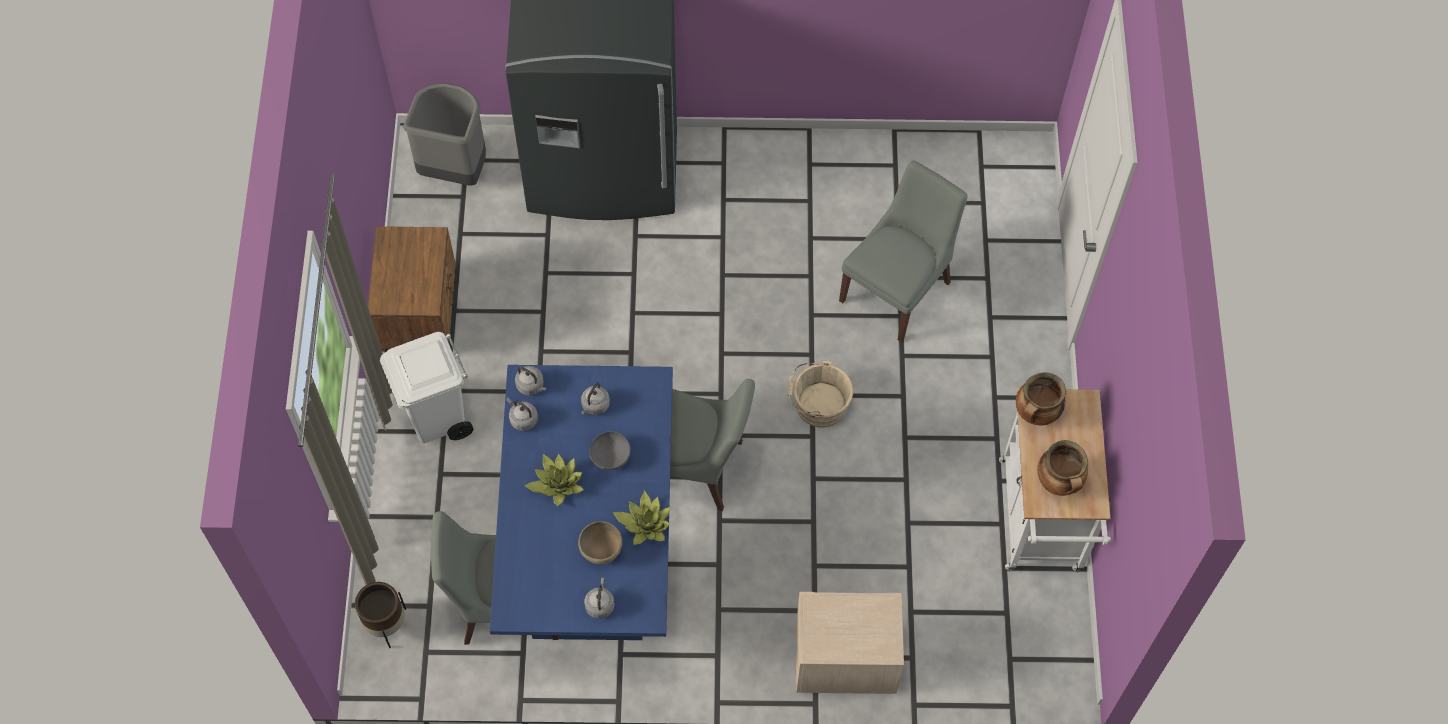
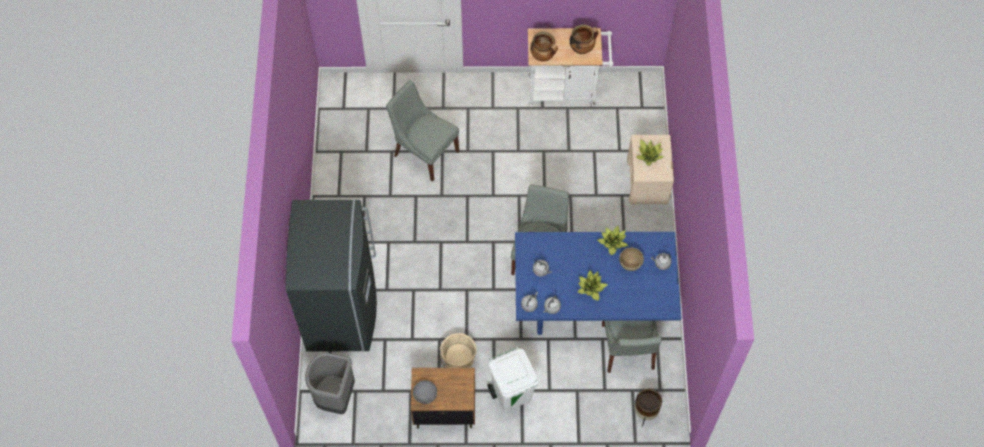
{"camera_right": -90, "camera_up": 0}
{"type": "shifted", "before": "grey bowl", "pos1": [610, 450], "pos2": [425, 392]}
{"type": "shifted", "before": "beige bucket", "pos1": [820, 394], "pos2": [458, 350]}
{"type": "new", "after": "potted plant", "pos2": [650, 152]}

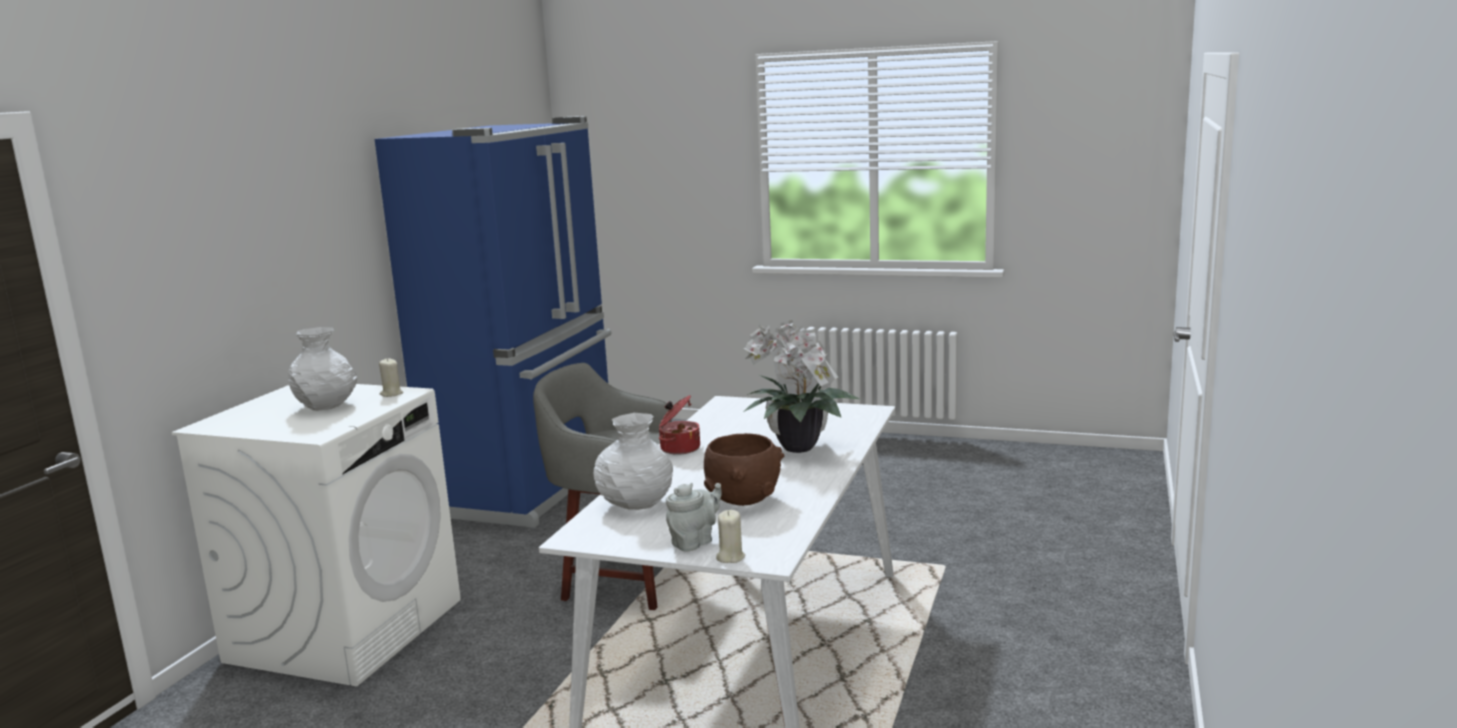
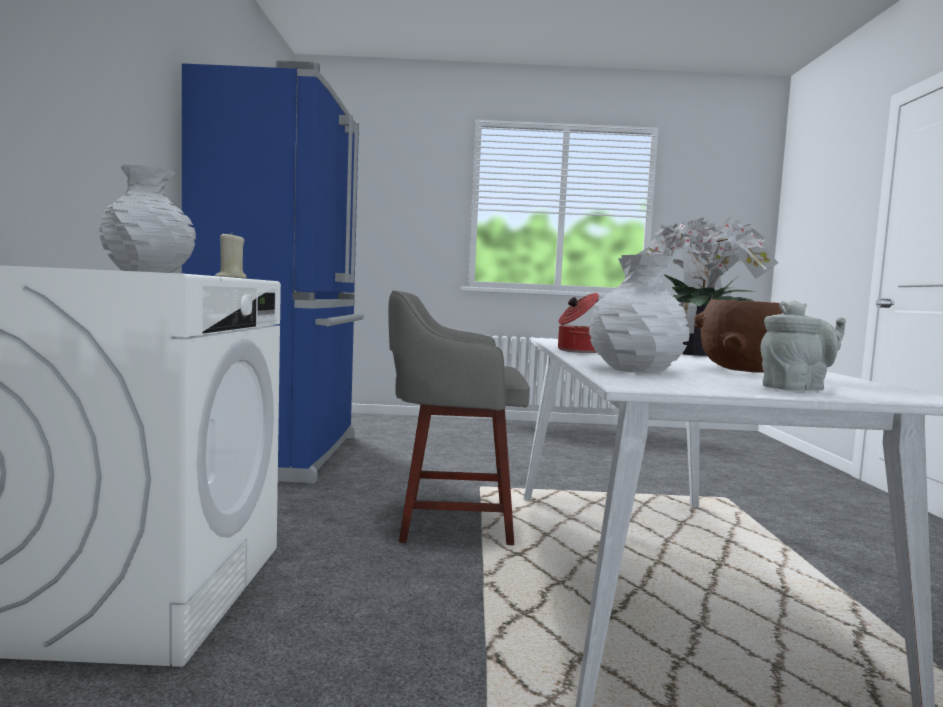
{"camera_right": -20, "camera_up": -10}
{"type": "rotated", "before": "grey teapot", "pos1": [694, 517], "pos2": [803, 345], "turn": 45}
{"type": "gone", "before": "beige candle", "pos1": [730, 536]}

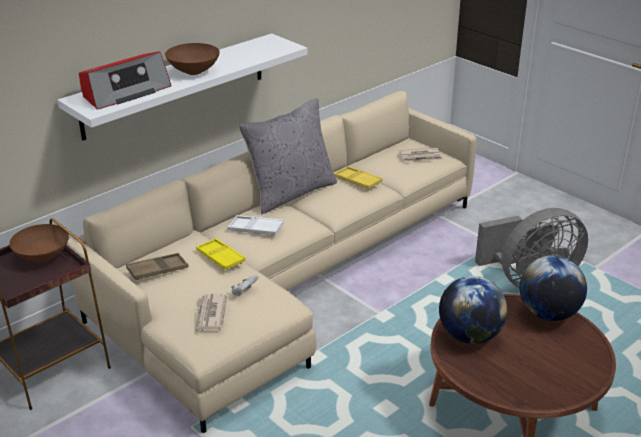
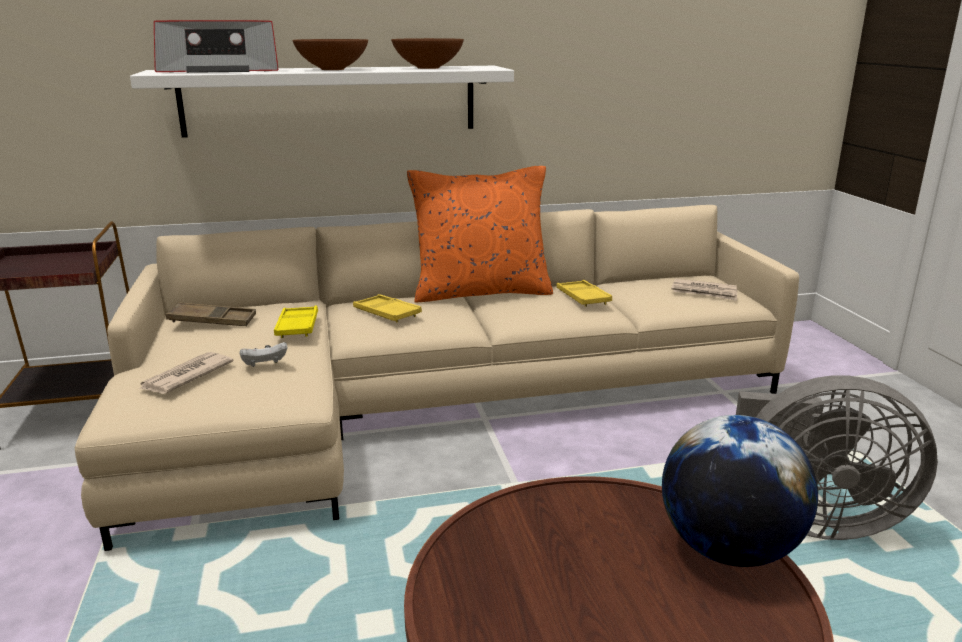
{"camera_right": 30, "camera_up": -10}
{"type": "repainted", "before": "white tray", "after": "yellow tray", "pos1": [255, 225], "pos2": [387, 308]}
{"type": "shifted", "before": "brown bowl", "pos1": [39, 243], "pos2": [427, 53]}
{"type": "repainted", "before": "grey pillow", "after": "orange pillow", "pos1": [288, 156], "pos2": [480, 234]}
{"type": "gone", "before": "globe", "pos1": [473, 310]}

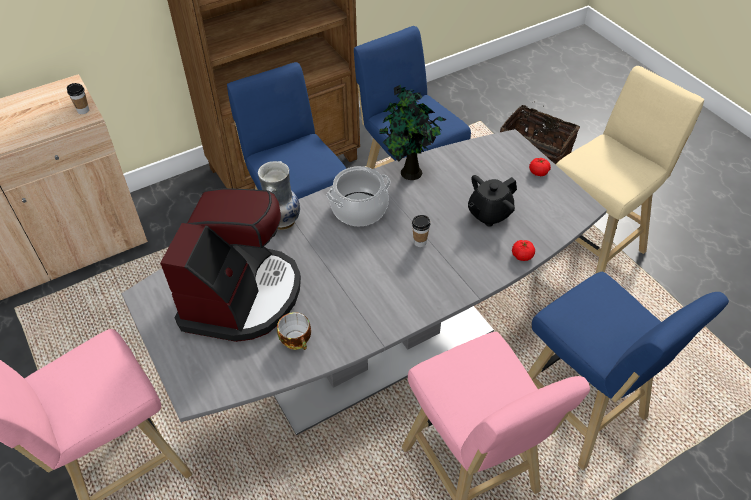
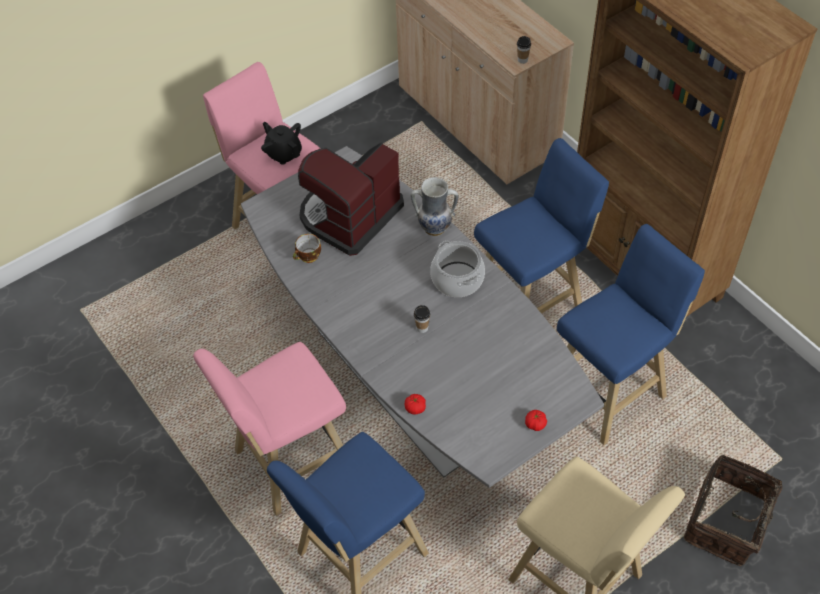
{"camera_right": 85, "camera_up": 5}
{"type": "shifted", "before": "black teapot", "pos1": [492, 201], "pos2": [281, 143]}
{"type": "rotated", "before": "coffee machine", "pos1": [230, 265], "pos2": [351, 199], "turn": 120}
{"type": "gone", "before": "potted plant", "pos1": [413, 132]}

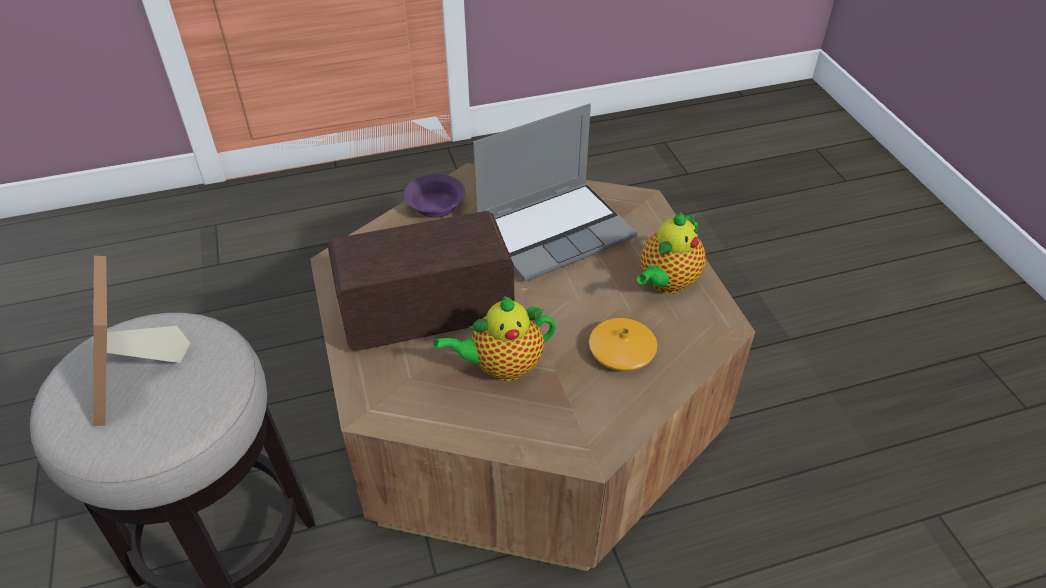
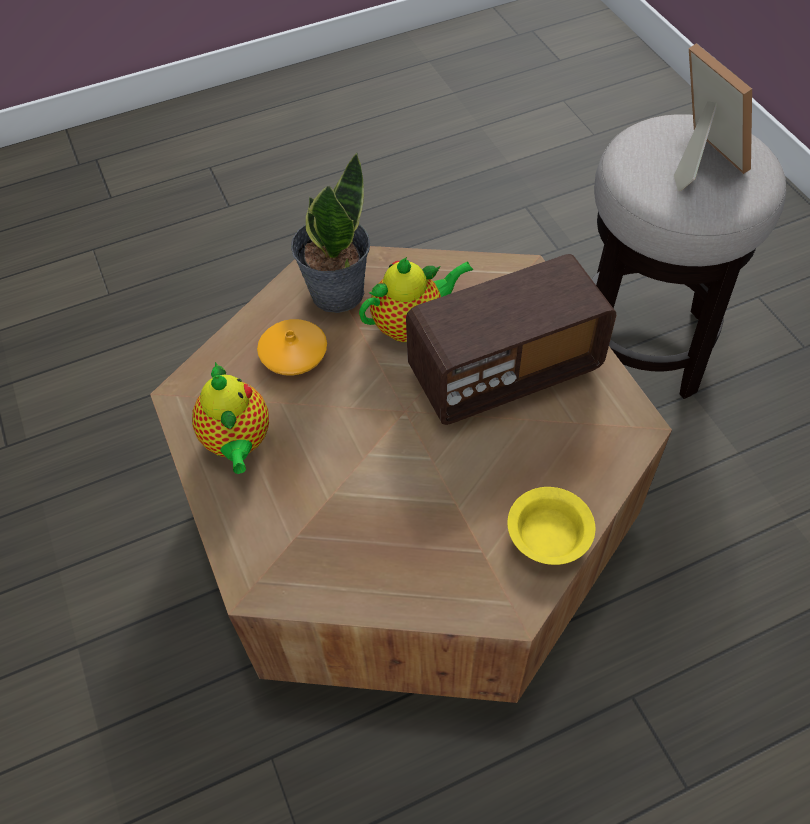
{"camera_right": 175, "camera_up": 10}
{"type": "rotated", "before": "teapot", "pos1": [671, 253], "pos2": [230, 418], "turn": 135}
{"type": "new", "after": "potted plant", "pos2": [330, 233]}
{"type": "repainted", "before": "purple bowl", "after": "yellow bowl", "pos1": [434, 196], "pos2": [551, 526]}
{"type": "gone", "before": "laptop", "pos1": [555, 193]}

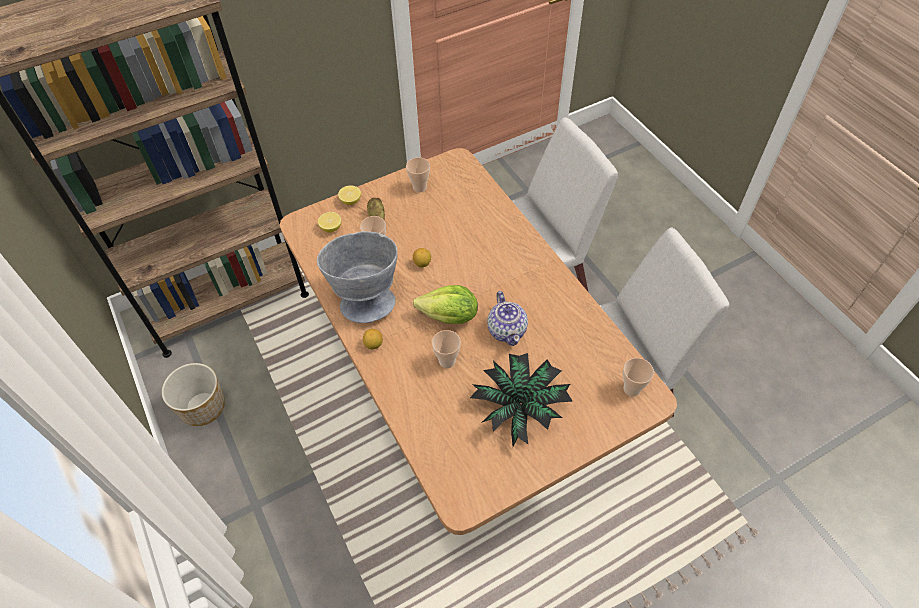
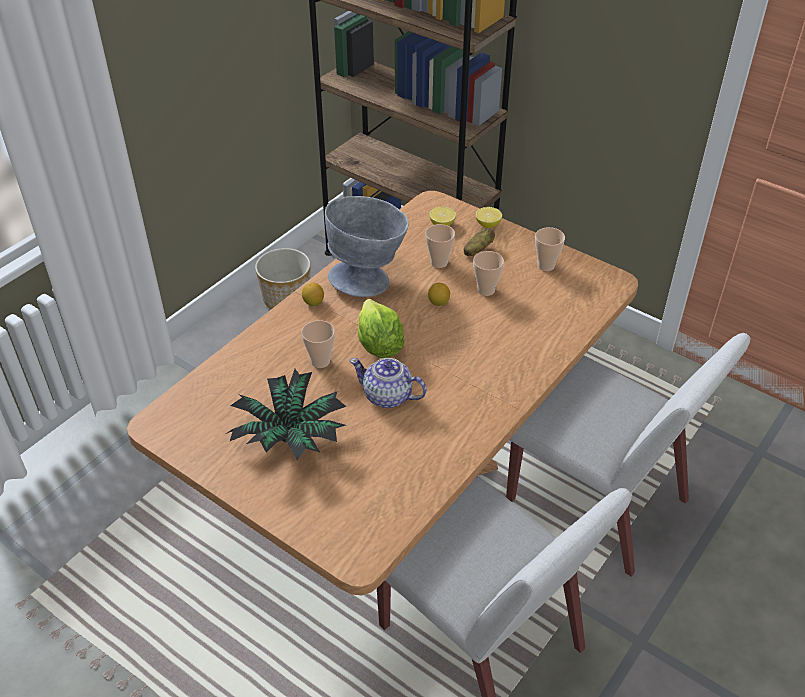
{"camera_right": 65, "camera_up": -10}
{"type": "rotated", "before": "teapot", "pos1": [507, 318], "pos2": [388, 383], "turn": 60}
{"type": "shifted", "before": "cup", "pos1": [638, 377], "pos2": [488, 273]}

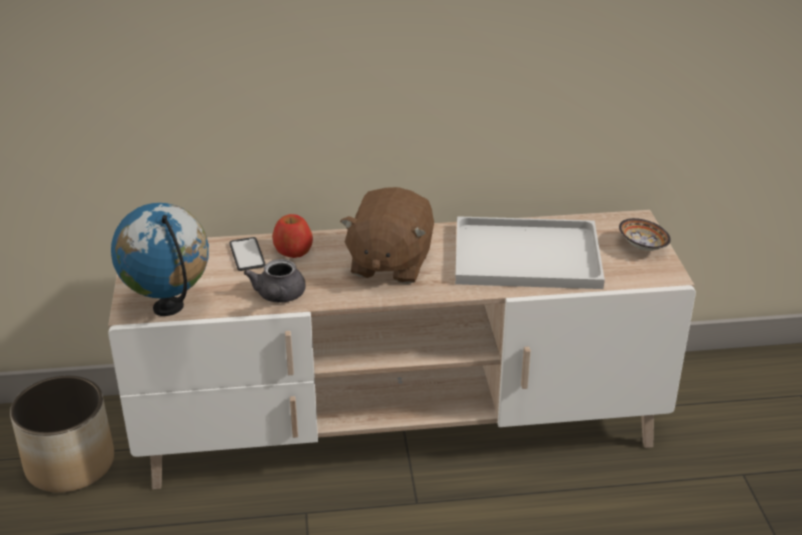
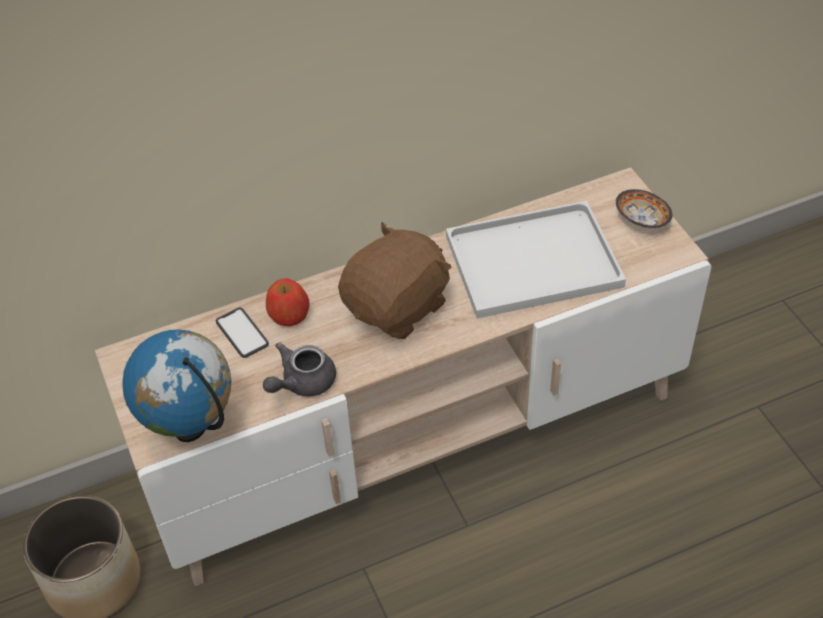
{"camera_right": -15, "camera_up": 15}
{"type": "rotated", "before": "grey teapot", "pos1": [275, 281], "pos2": [299, 369], "turn": 60}
{"type": "rotated", "before": "brown plush toy", "pos1": [387, 235], "pos2": [395, 280], "turn": -135}

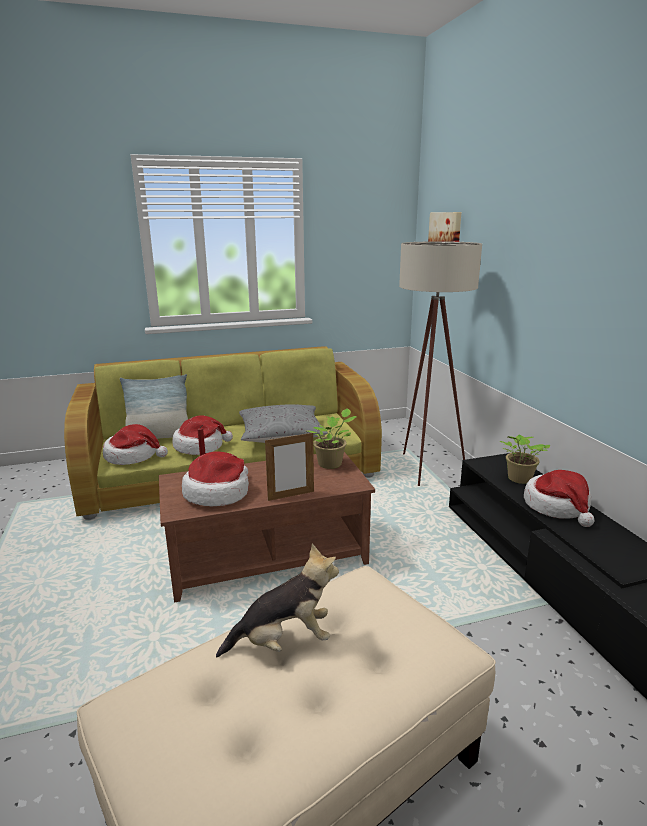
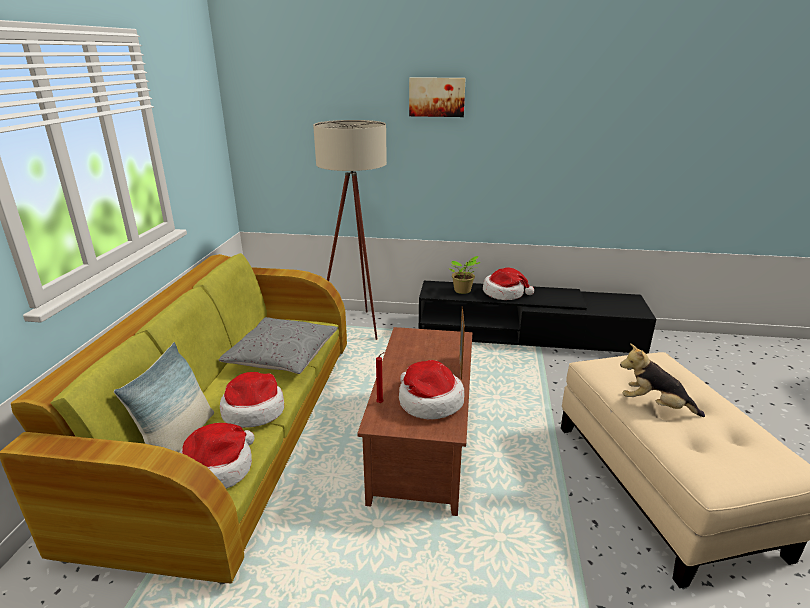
{"camera_right": -65, "camera_up": 5}
{"type": "shifted", "before": "picture", "pos1": [445, 227], "pos2": [437, 97]}
{"type": "rotated", "before": "plush toy", "pos1": [277, 600], "pos2": [662, 380], "turn": -75}
{"type": "gone", "before": "potted plant", "pos1": [332, 438]}

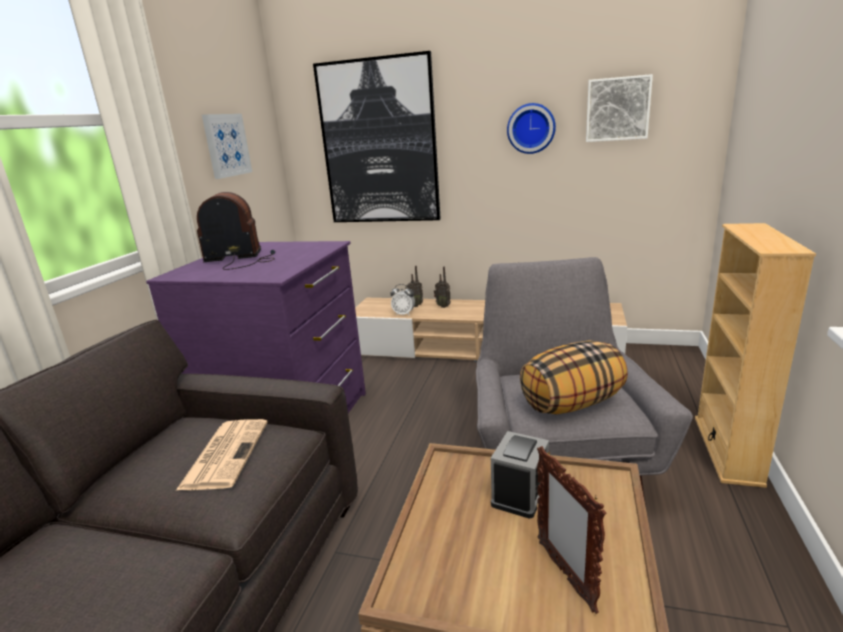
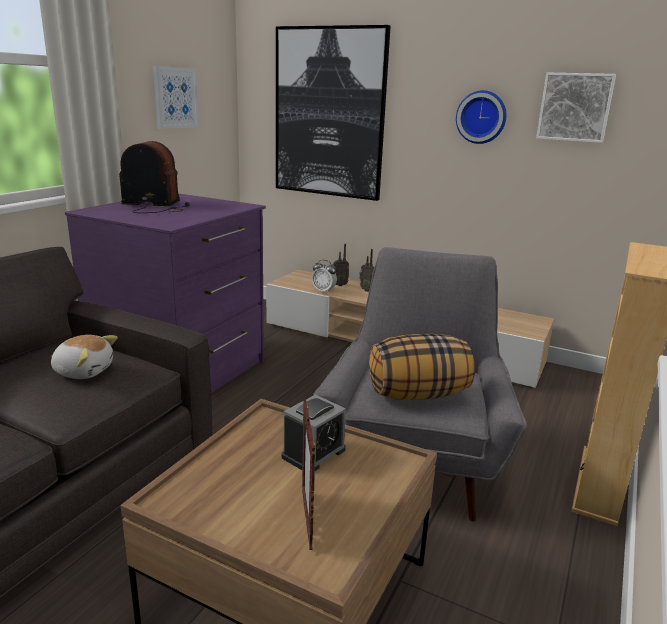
{"camera_right": 10, "camera_up": 0}
{"type": "swapped", "before": "newspaper", "after": "plush toy", "pos1": [222, 454], "pos2": [84, 357]}

